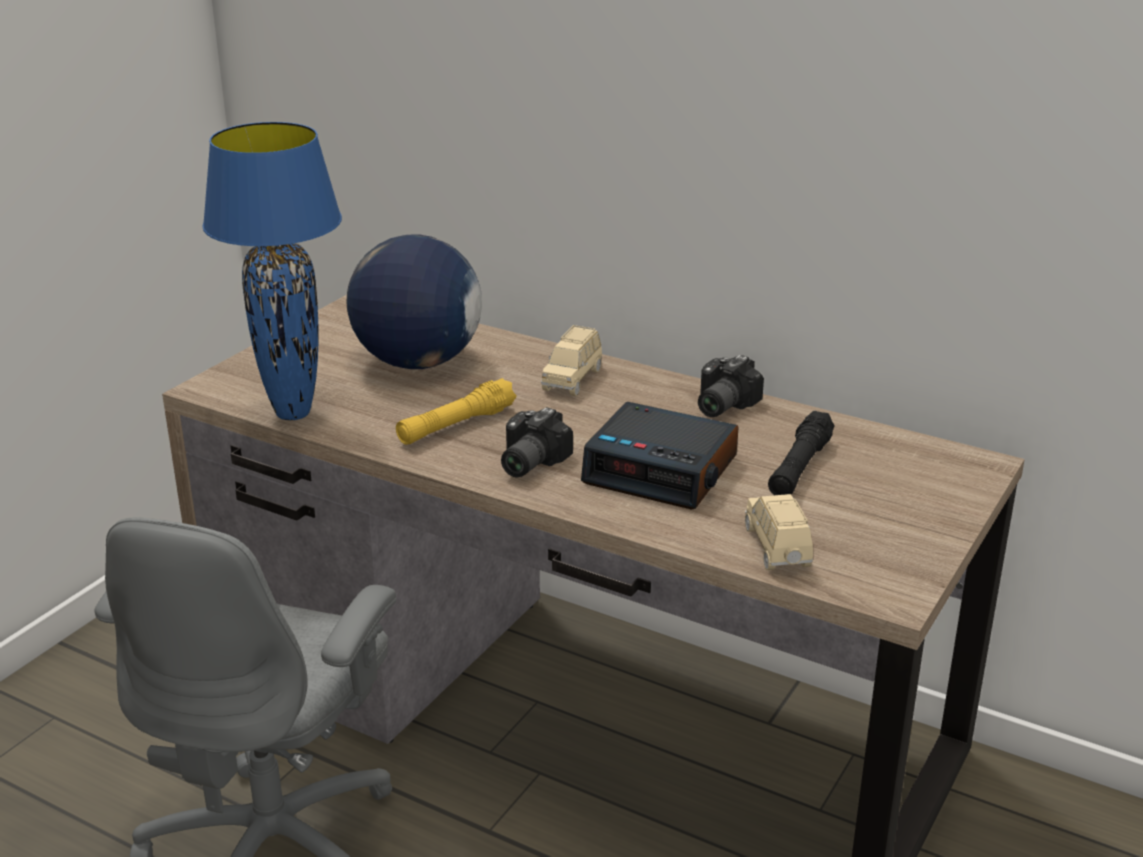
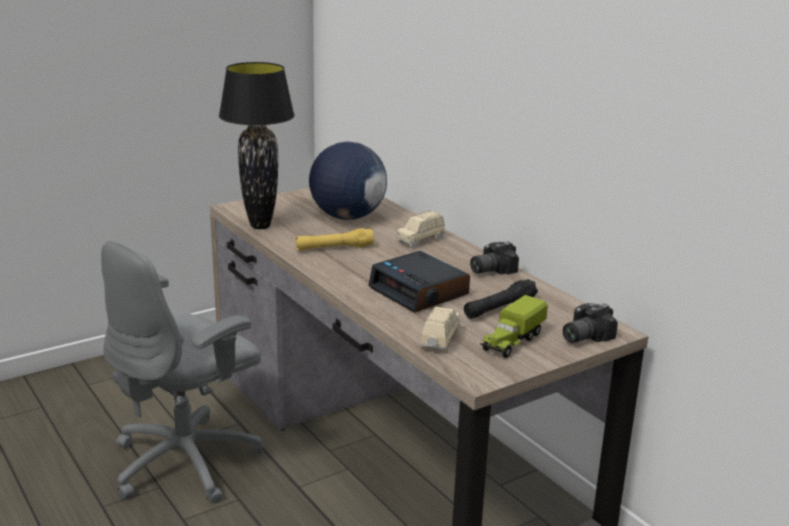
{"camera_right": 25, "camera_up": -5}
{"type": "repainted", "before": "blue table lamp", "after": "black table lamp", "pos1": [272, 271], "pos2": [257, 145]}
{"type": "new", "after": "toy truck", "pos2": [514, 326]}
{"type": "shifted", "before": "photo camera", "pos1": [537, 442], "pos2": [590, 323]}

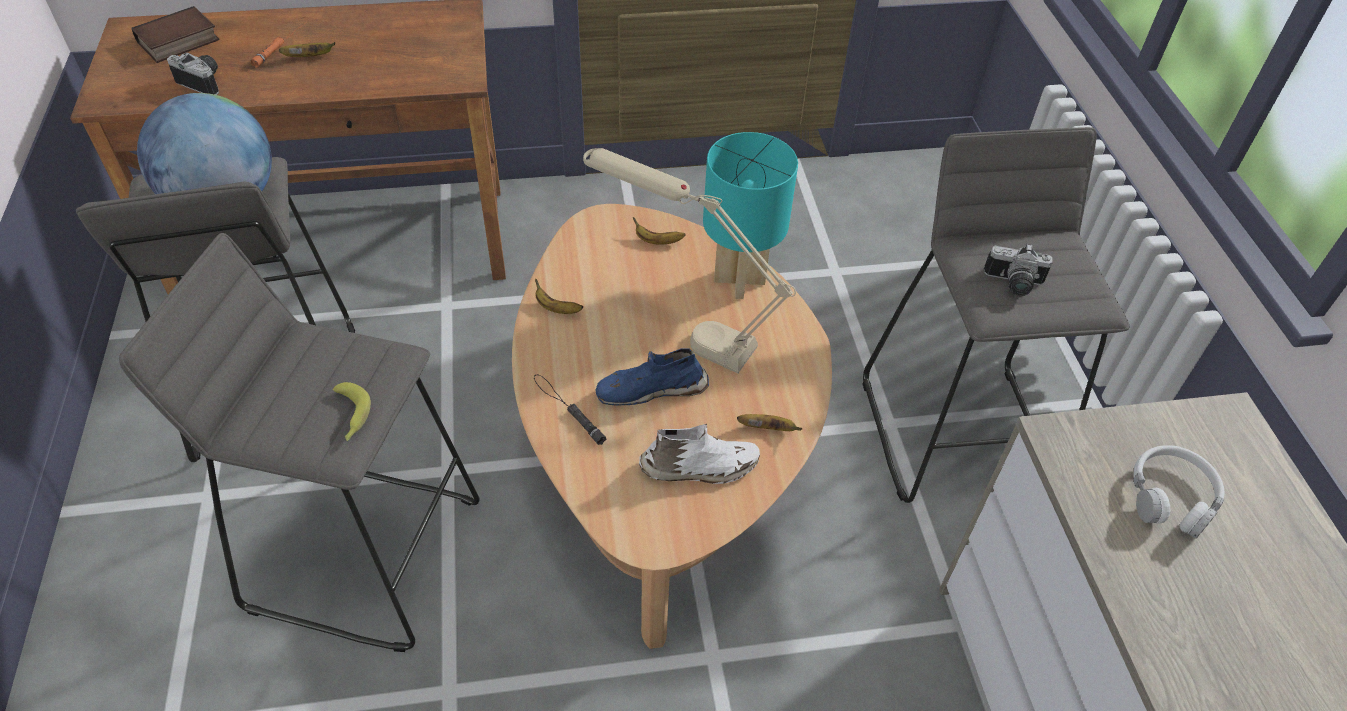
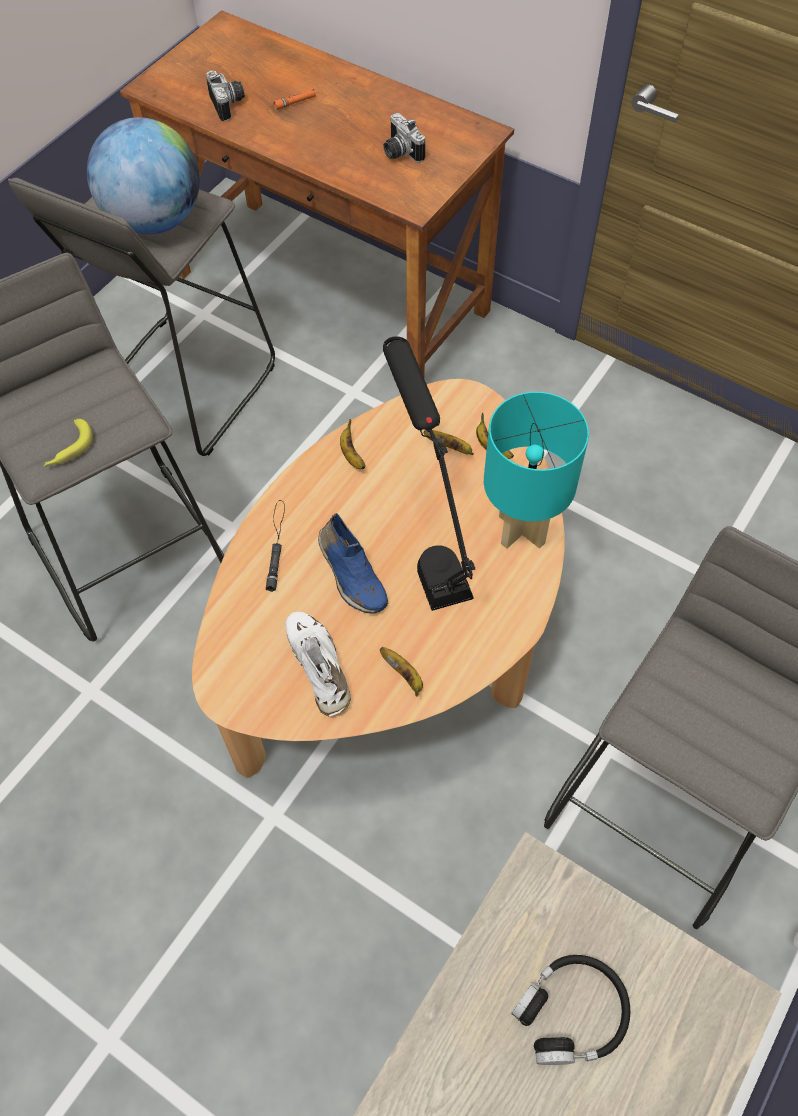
{"camera_right": 45, "camera_up": 10}
{"type": "rotated", "before": "white shoe", "pos1": [699, 454], "pos2": [318, 664], "turn": -150}
{"type": "rotated", "before": "blue shoe", "pos1": [652, 377], "pos2": [353, 563], "turn": -150}
{"type": "shifted", "before": "photo camera", "pos1": [1018, 270], "pos2": [404, 138]}
{"type": "repainted", "before": "beige table lamp", "after": "black table lamp", "pos1": [689, 260], "pos2": [429, 473]}
{"type": "shifted", "before": "banana", "pos1": [307, 49], "pos2": [448, 442]}
{"type": "repainted", "before": "white headphones", "after": "black headphones", "pos1": [1179, 492], "pos2": [570, 1010]}
{"type": "gone", "before": "book", "pos1": [175, 34]}

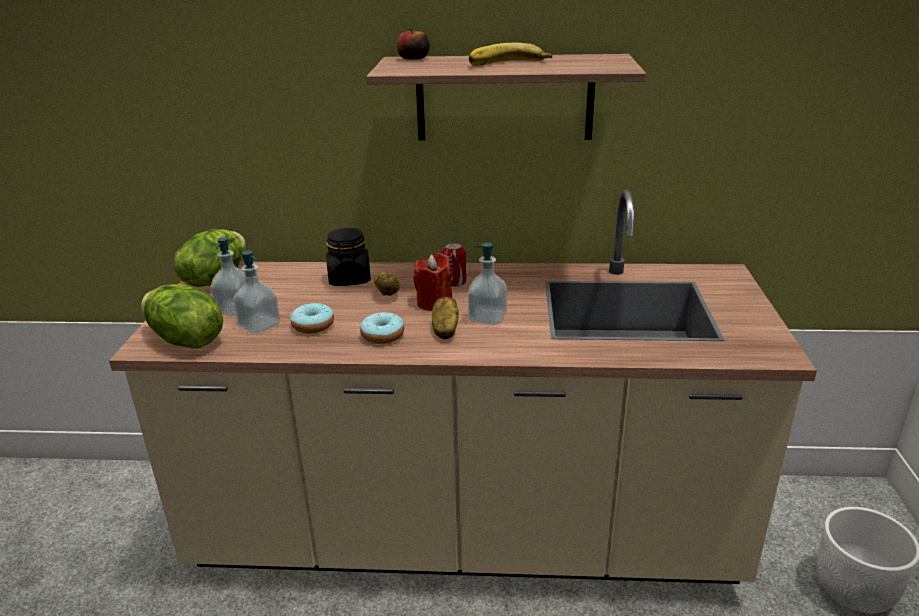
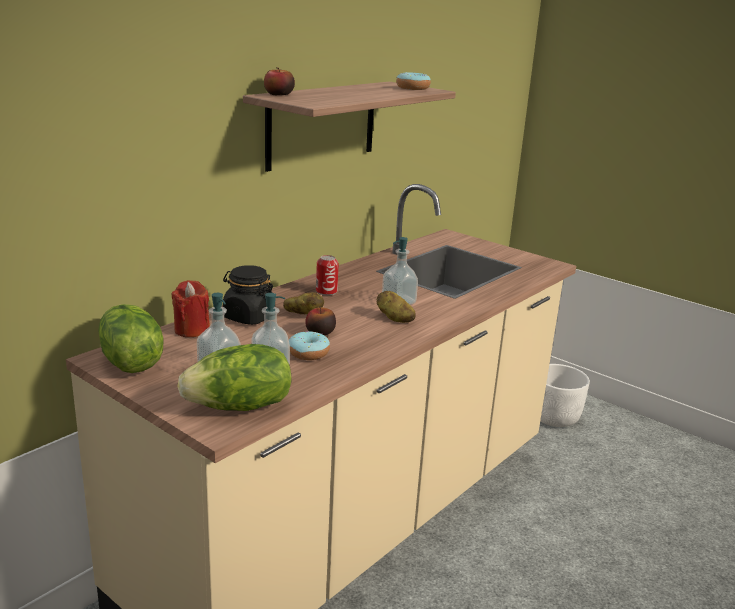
{"camera_right": -55, "camera_up": -5}
{"type": "shifted", "before": "red candle", "pos1": [432, 282], "pos2": [190, 308]}
{"type": "new", "after": "apple", "pos2": [320, 321]}
{"type": "shifted", "before": "donut", "pos1": [382, 328], "pos2": [413, 81]}
{"type": "gone", "before": "banana", "pos1": [510, 54]}

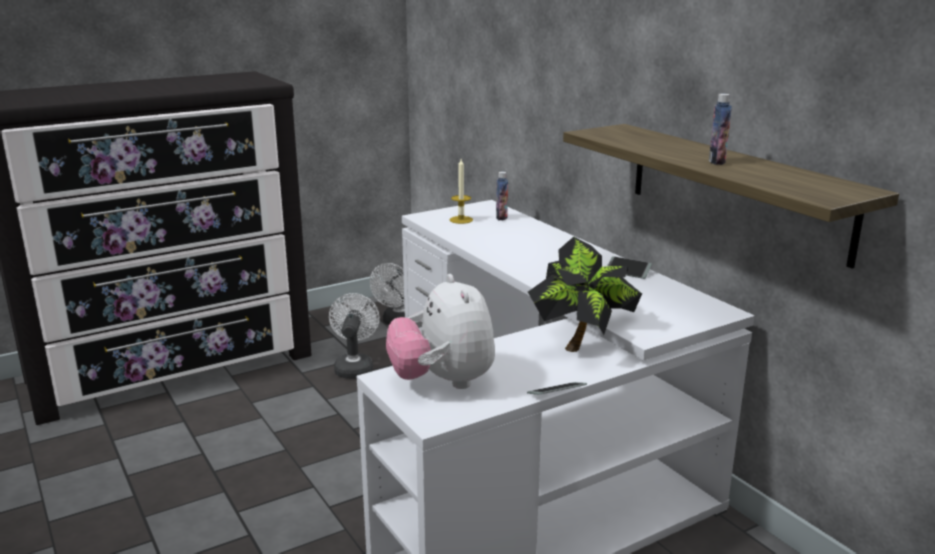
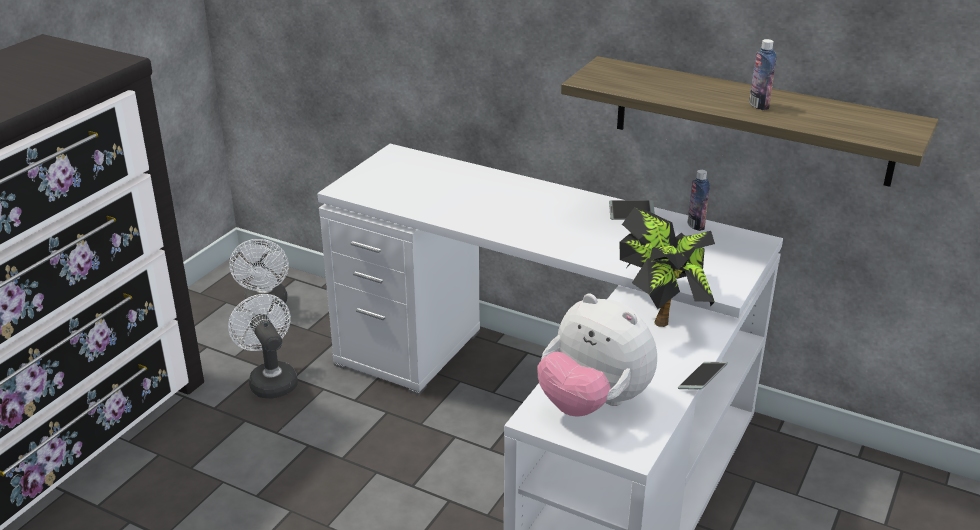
{"camera_right": -30, "camera_up": 10}
{"type": "shifted", "before": "bottle", "pos1": [502, 196], "pos2": [699, 200]}
{"type": "gone", "before": "candle", "pos1": [461, 191]}

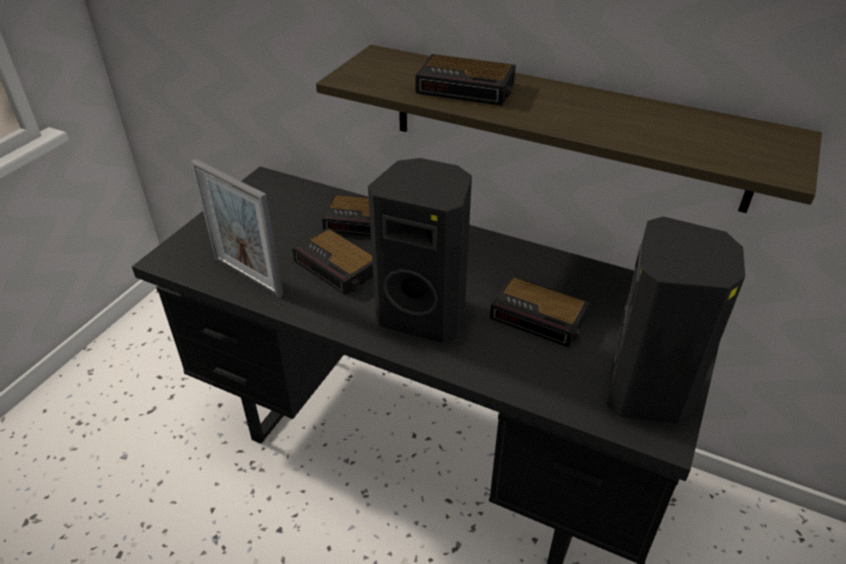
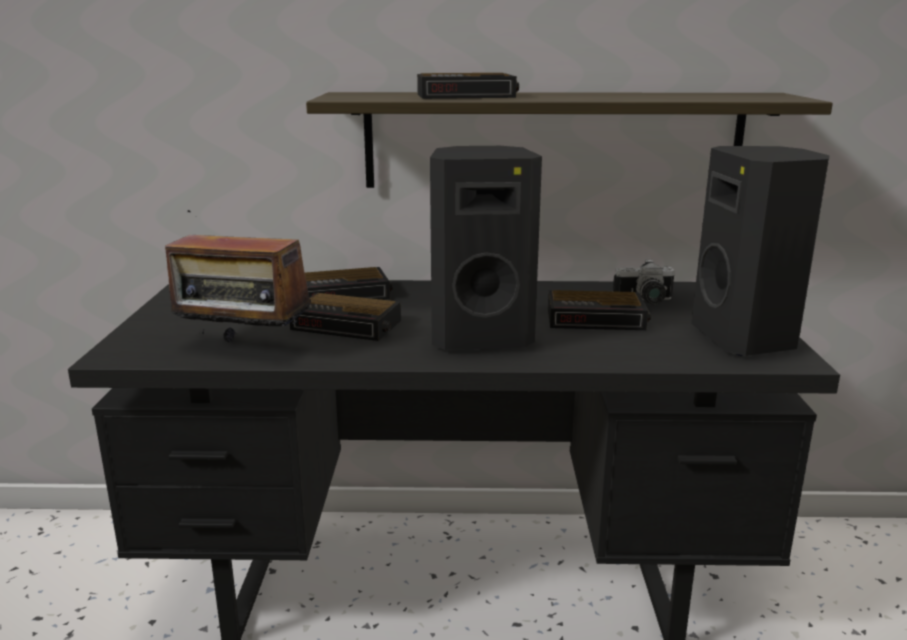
{"camera_right": -25, "camera_up": -20}
{"type": "swapped", "before": "picture frame", "after": "radio", "pos1": [237, 228], "pos2": [238, 276]}
{"type": "new", "after": "photo camera", "pos2": [644, 282]}

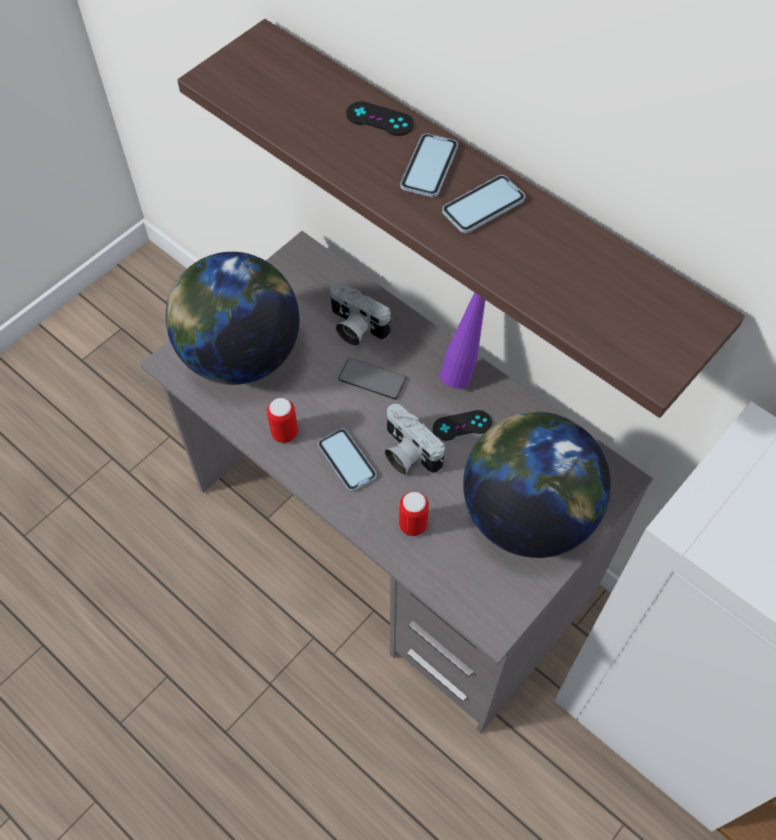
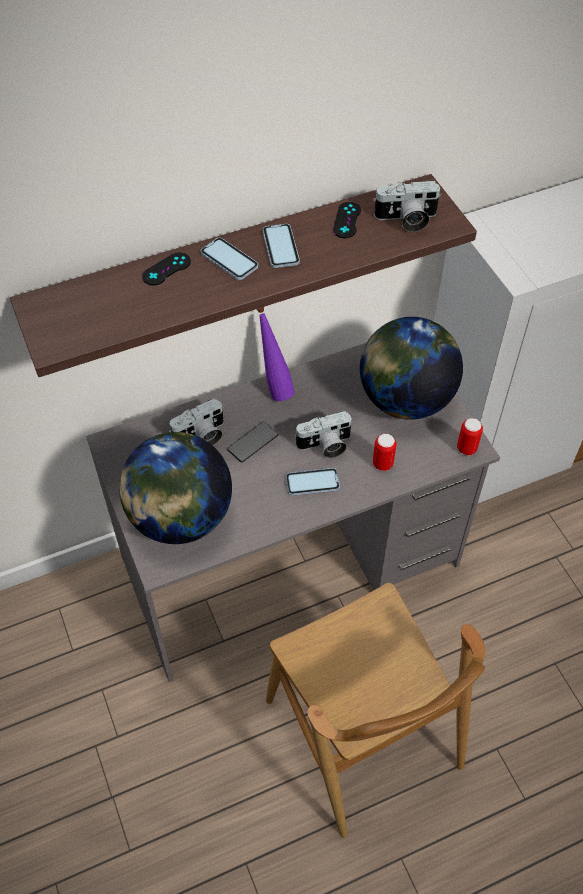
{"camera_right": -65, "camera_up": -5}
{"type": "new", "after": "brown chair", "pos2": [375, 710]}
{"type": "shifted", "before": "black game controller", "pos1": [462, 425], "pos2": [347, 220]}
{"type": "new", "after": "photo camera", "pos2": [407, 206]}
{"type": "shifted", "before": "can", "pos1": [282, 420], "pos2": [470, 437]}

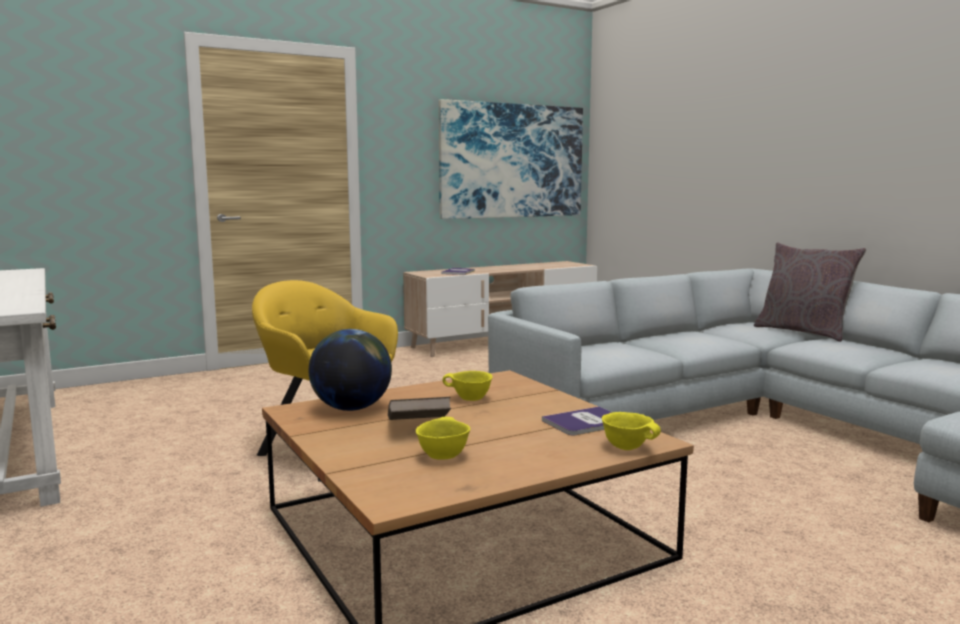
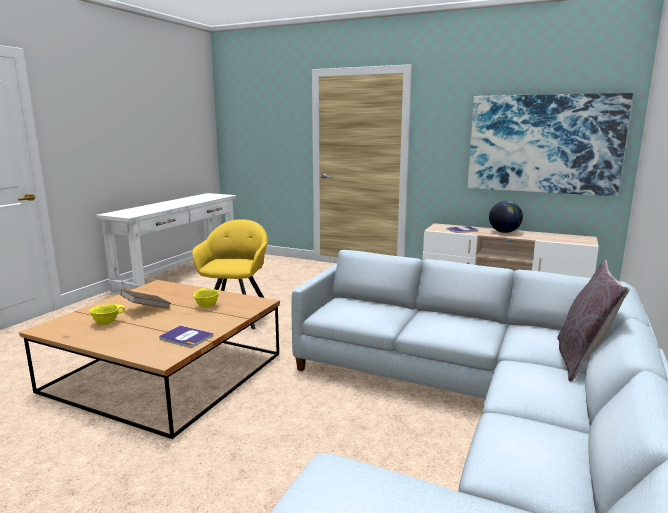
{"camera_right": 55, "camera_up": 5}
{"type": "shifted", "before": "globe", "pos1": [350, 370], "pos2": [506, 217]}
{"type": "gone", "before": "yellow bowl", "pos1": [631, 431]}

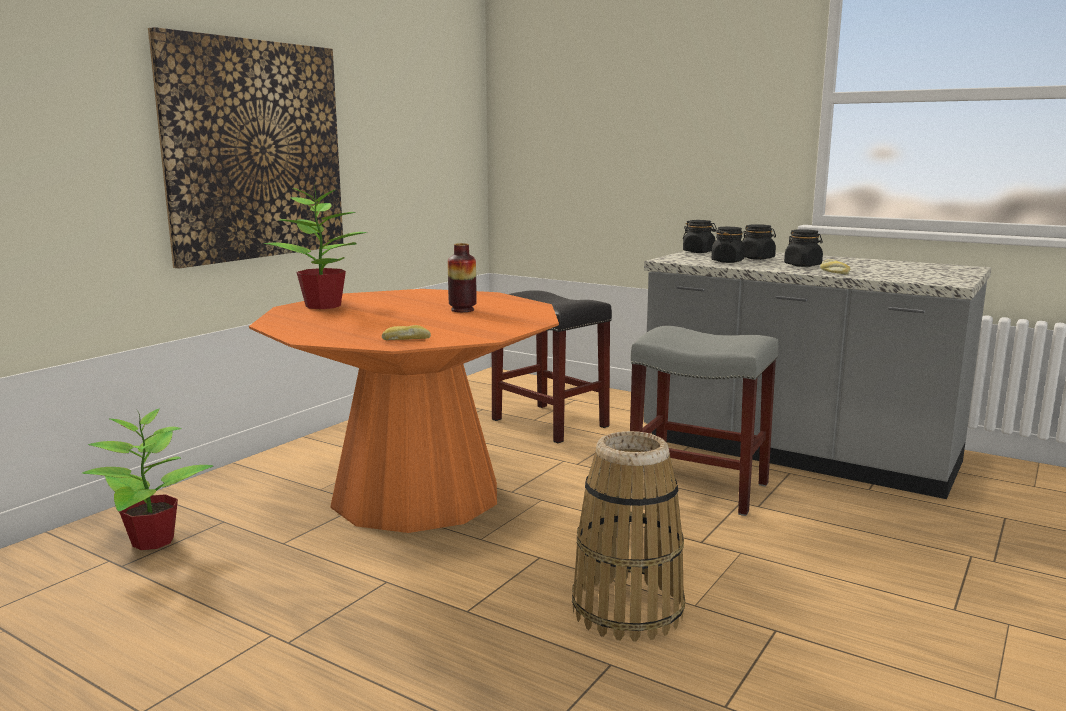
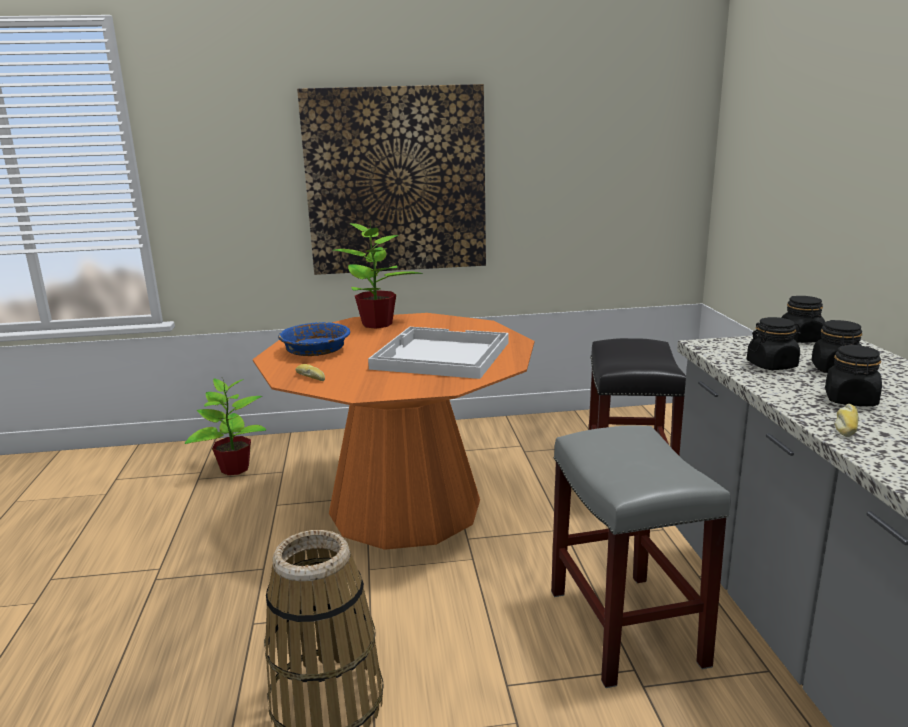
{"camera_right": 50, "camera_up": 5}
{"type": "new", "after": "blue bowl", "pos2": [314, 339]}
{"type": "swapped", "before": "vase", "after": "white tray", "pos1": [462, 277], "pos2": [438, 353]}

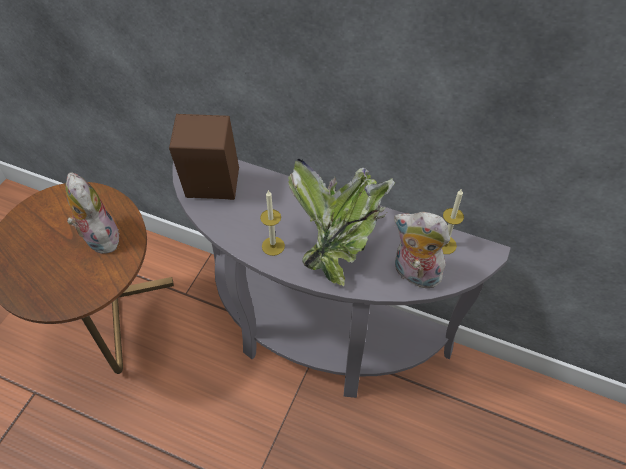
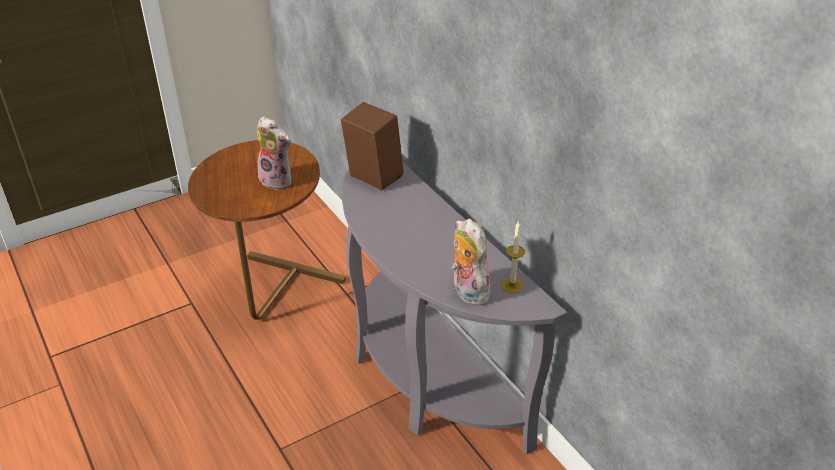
{"camera_right": 35, "camera_up": -15}
{"type": "rotated", "before": "plush toy", "pos1": [94, 213], "pos2": [274, 153], "turn": 120}
{"type": "gone", "before": "candle", "pos1": [272, 223]}
{"type": "gone", "before": "potted plant", "pos1": [341, 222]}

